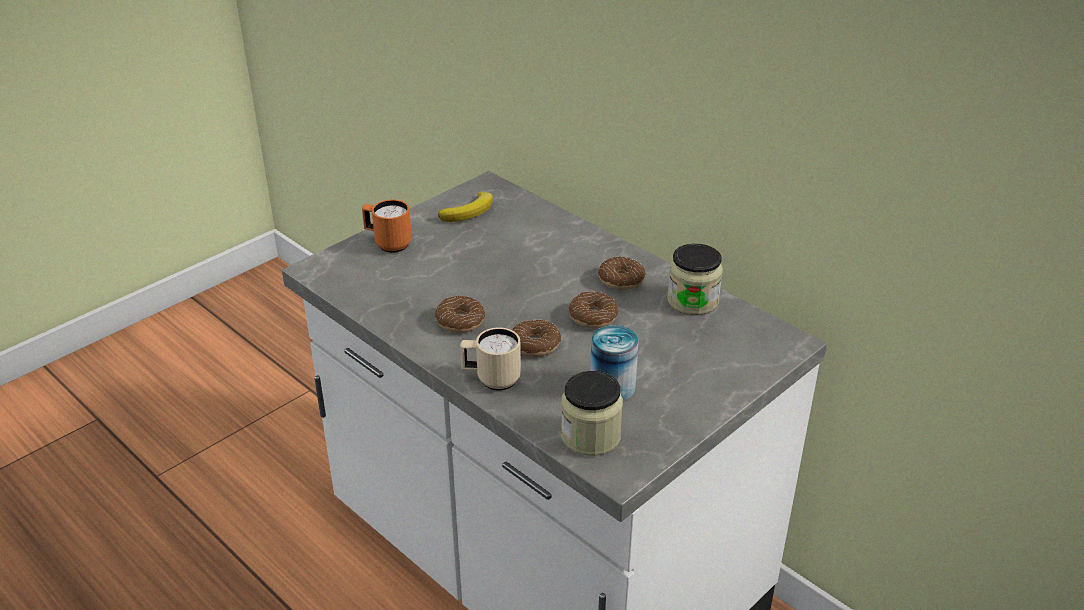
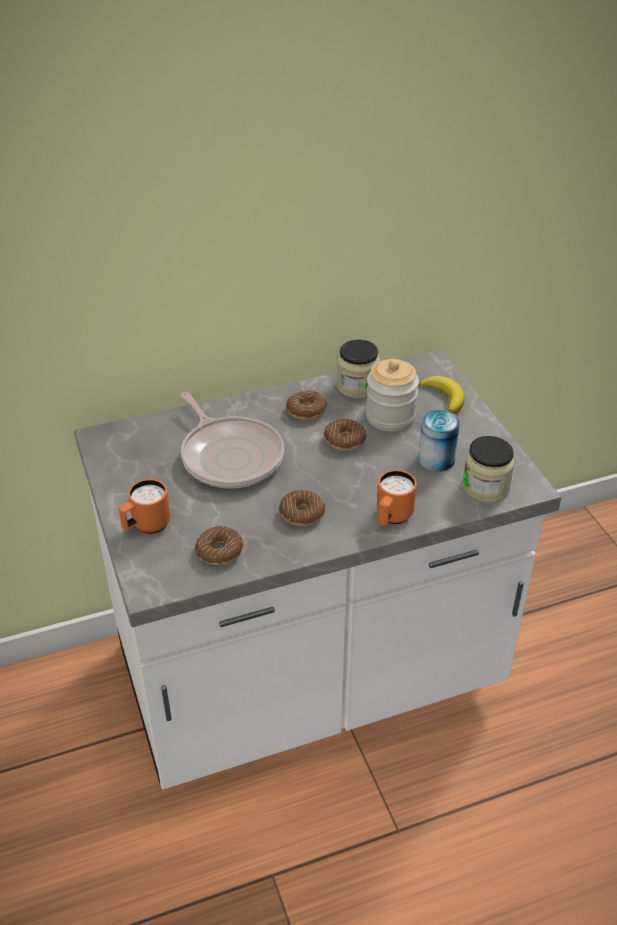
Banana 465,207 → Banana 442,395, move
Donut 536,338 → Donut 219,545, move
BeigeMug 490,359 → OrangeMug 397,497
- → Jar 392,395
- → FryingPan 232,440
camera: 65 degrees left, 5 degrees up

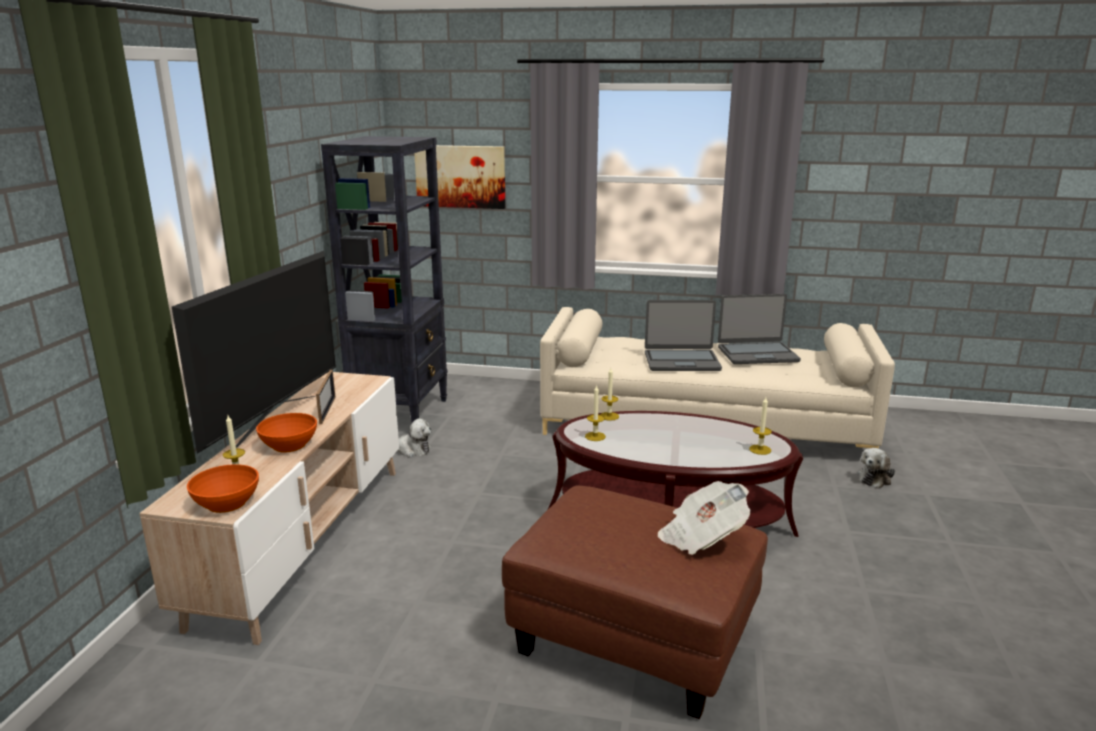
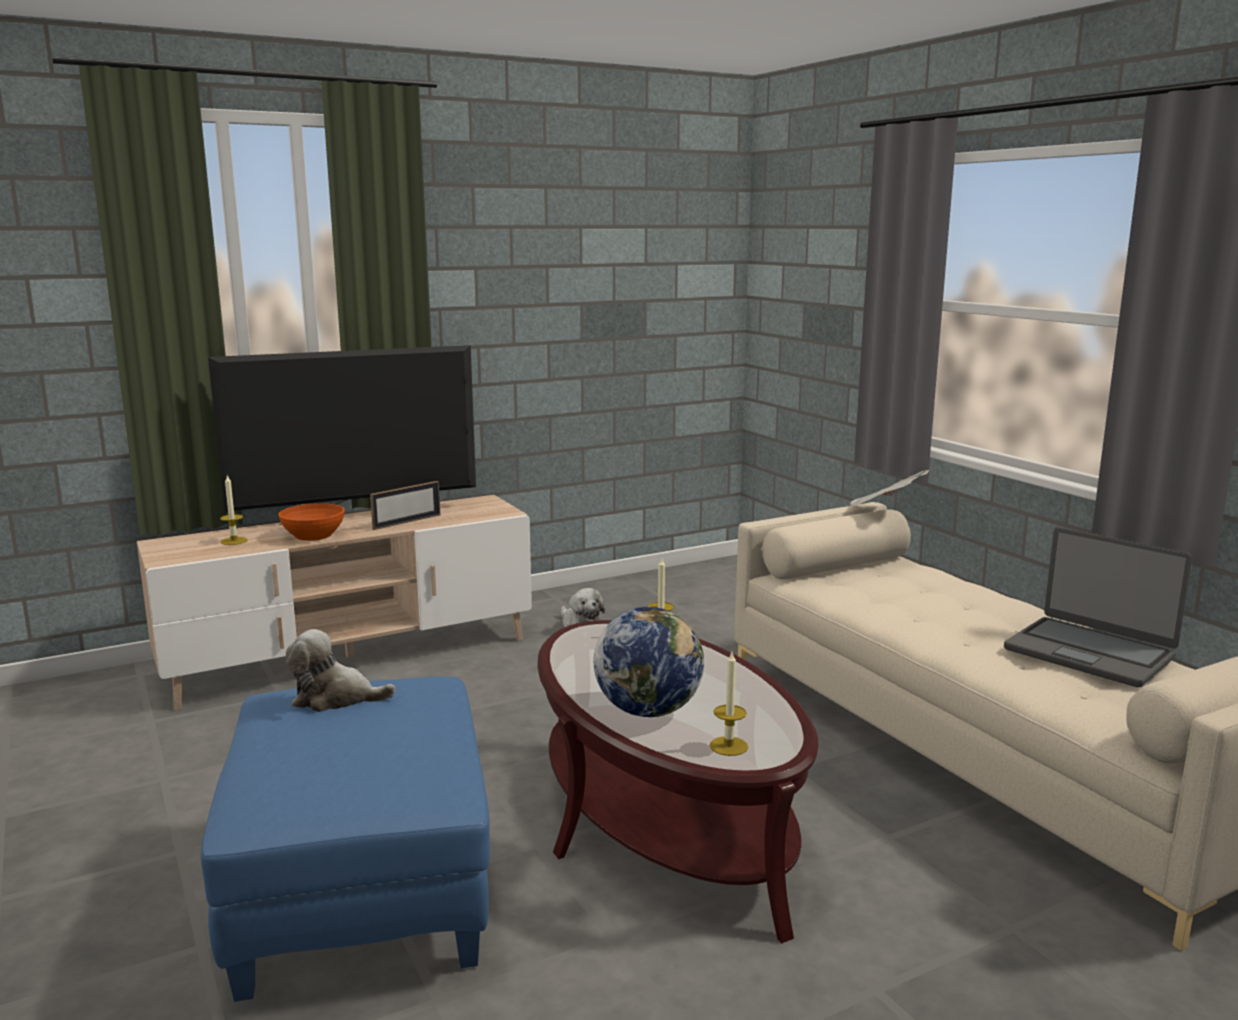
BlackBookcase 384,279 → -
Picture 460,177 → -
Laptop 683,335 → -
Candle 595,413 → -
PlushToy 876,468 → PlushToy 340,670, move
OrangeBowl 223,488 → -
Newspaper 704,518 → Newspaper 890,488, move
BrownOttoman 635,602 → BlueOttoman 345,839
- → Globe 649,662
camera: 50 degrees right, 5 degrees down

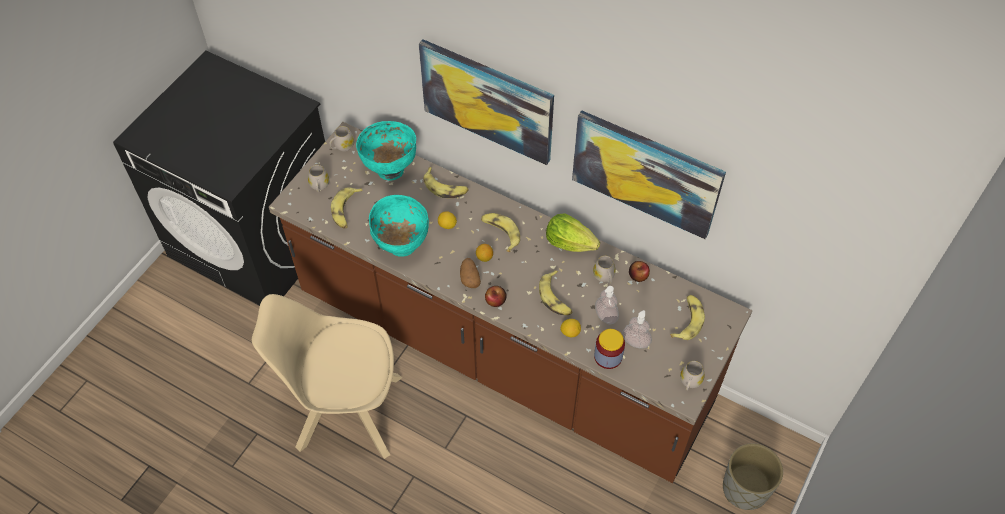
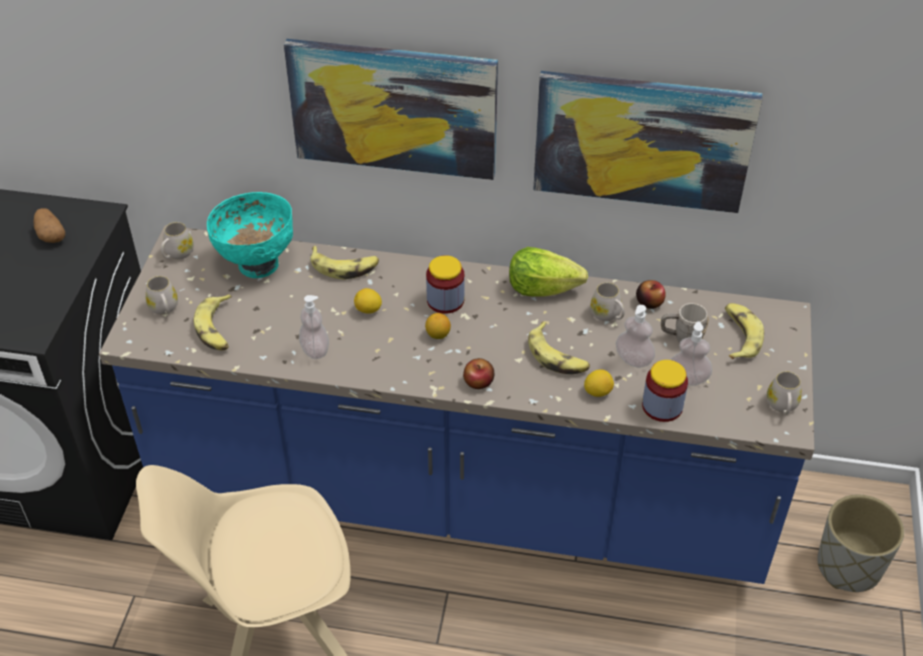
BrownCounter 510,302 → BlueCounter 456,404
TurquoiseBowl 399,226 → SoapDispenser 314,327
Banana 500,232 → Jar 445,284
Potato 470,273 → Potato 49,225, move
- → GreyMug 685,323
camera: 20 degrees left, 10 degrees down

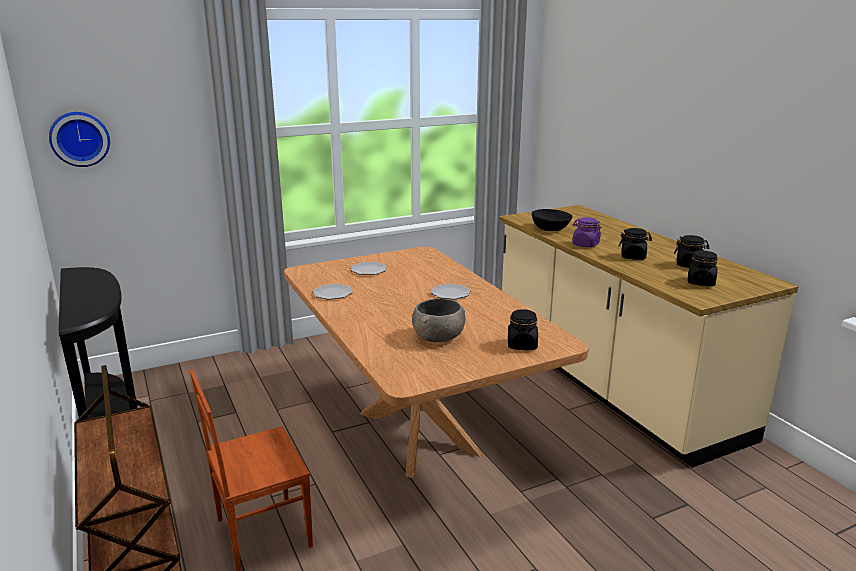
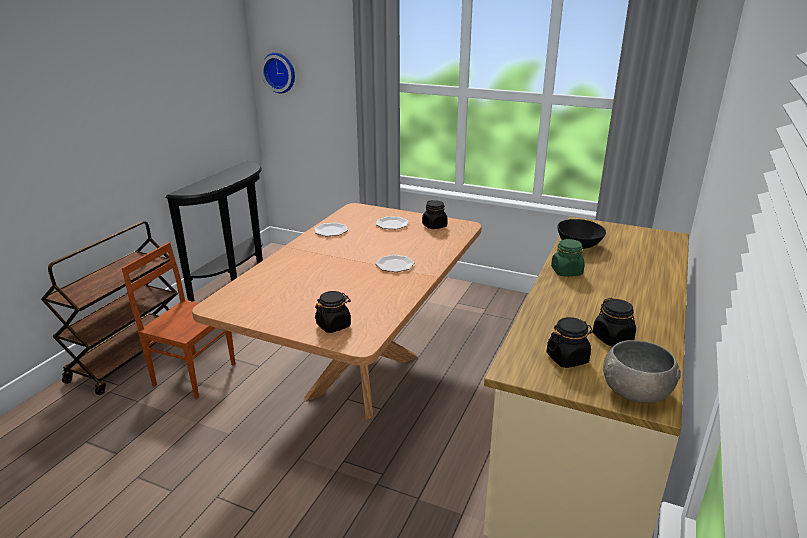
PurpleJar 586,232 → GreenJar 568,257
BlackJar 635,244 → BlackJar 435,214, move
GreyBowl 438,320 → GreyBowl 642,371, move
camera: 50 degrees right, 5 degrees up

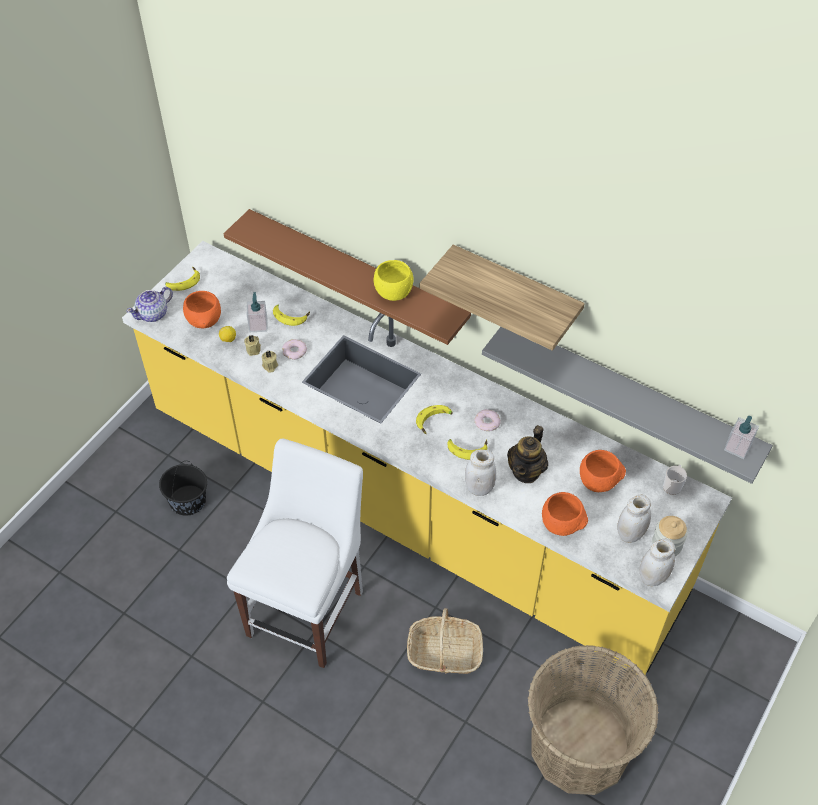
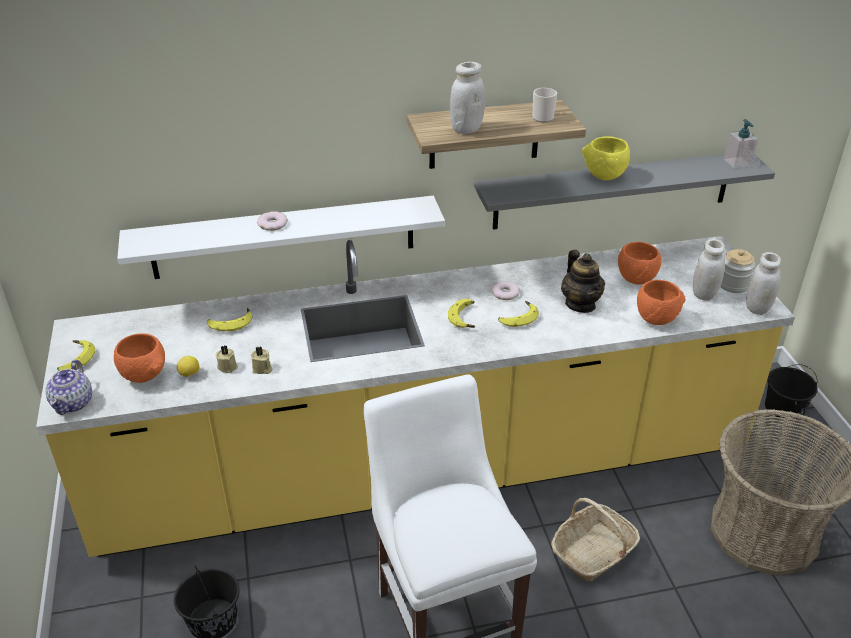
BrownShelf 347,277 → WhiteShelf 281,237
YellowBowl 394,280 → YellowBowl 606,158, move
SoapDispenser 257,312 → -
Donut 294,349 → Donut 272,221, move
WhiteJar 480,473 → WhiteJar 467,98, move
Mug 675,480 → Mug 545,105, move
- → BlackBucket 791,392
camera: 45 degrees left, 15 degrees down

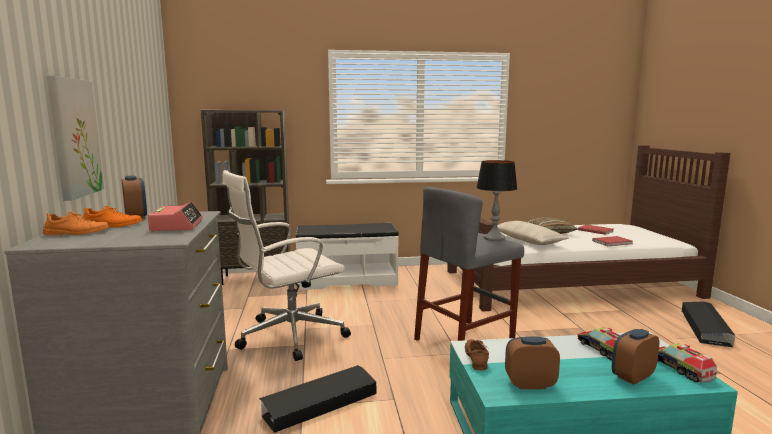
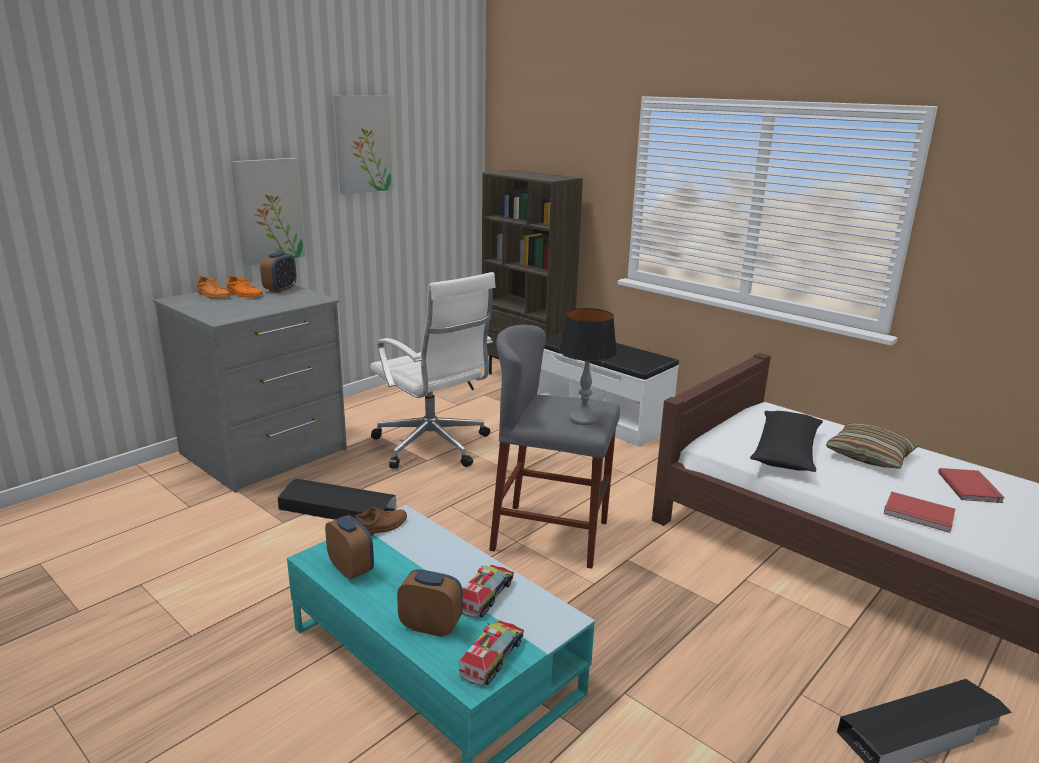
WhiteOfficeChair 286,265 → WhiteOfficeChair 433,370, 150 degrees counterclockwise
AlarmClock 175,216 → -
BeigePillow 533,233 → BlackPillow 786,441
- → Picture 363,145
camera: 50 degrees right, 10 degrees up

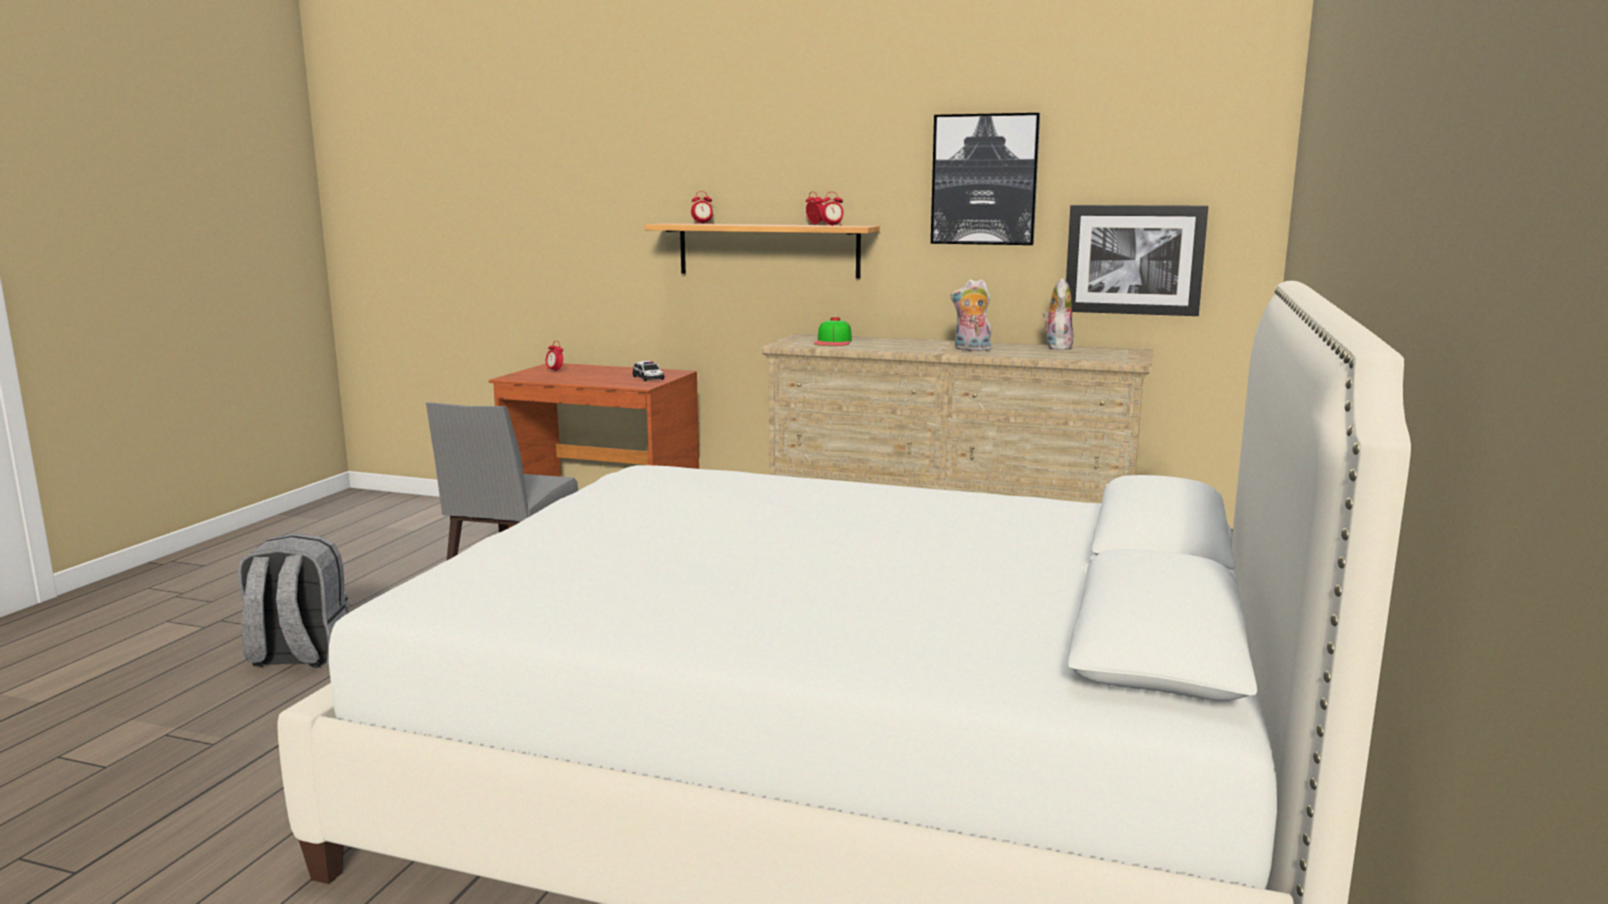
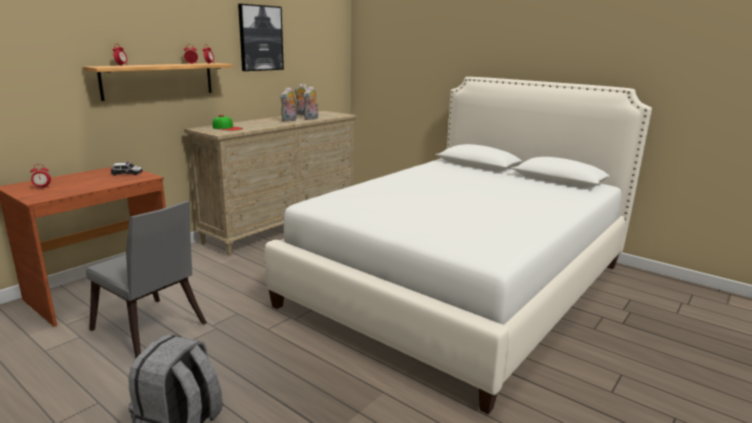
Picture 1137,260 → -
- → PlushToy 310,103
camera: 70 degrees left, 5 degrees up

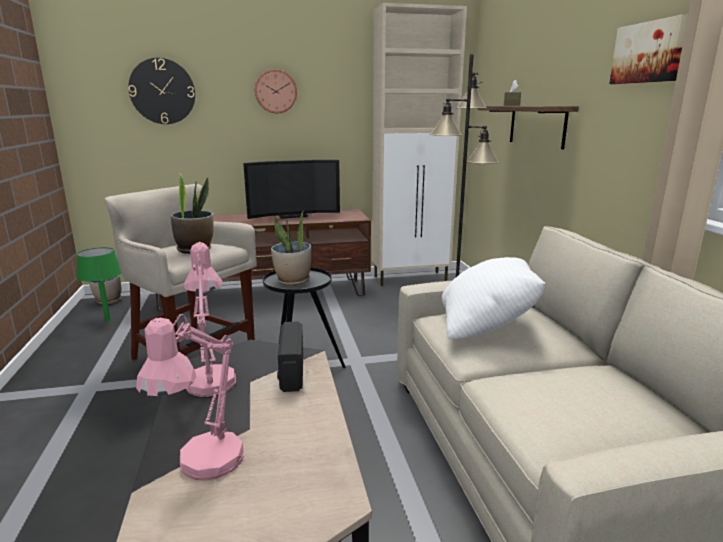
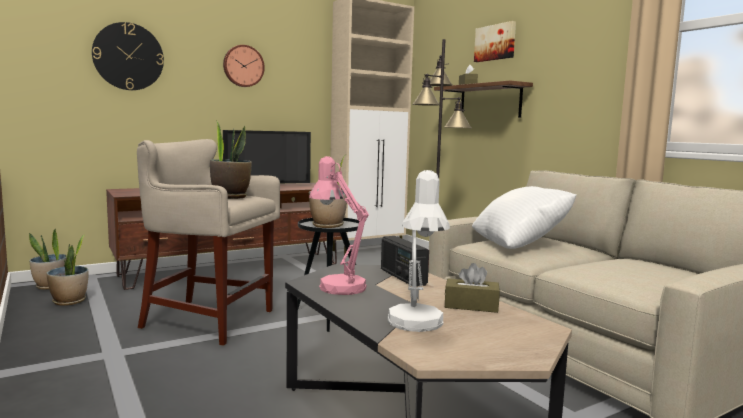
Picture 648,49 → Picture 495,41, move
GreenTableLamp 99,284 → PottedPlant 67,270
PinkTableLamp 190,397 → WhiteTableLamp 419,251
- → BrownTissueBox 472,288
camera: 20 degrees left, 10 degrees down

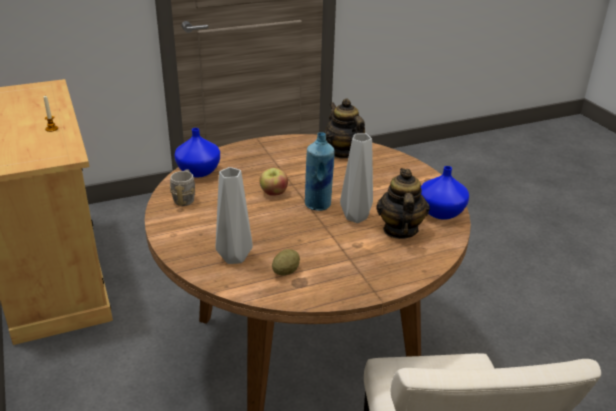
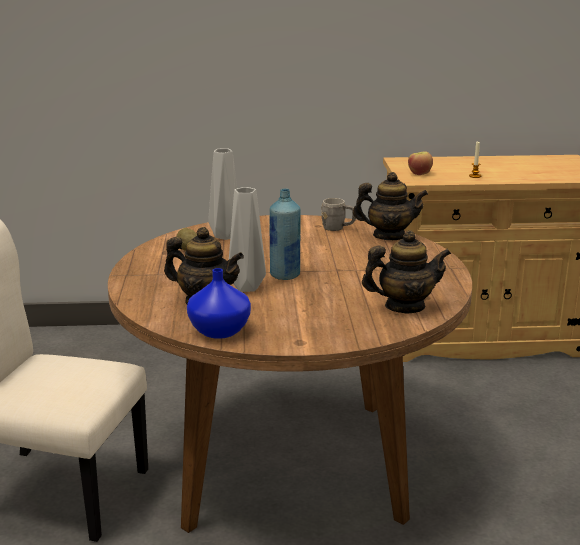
BlueVase 197,152 → Teapot 390,206
Apple 273,182 → Apple 420,163, move
camera: 110 degrees right, 10 degrees down

